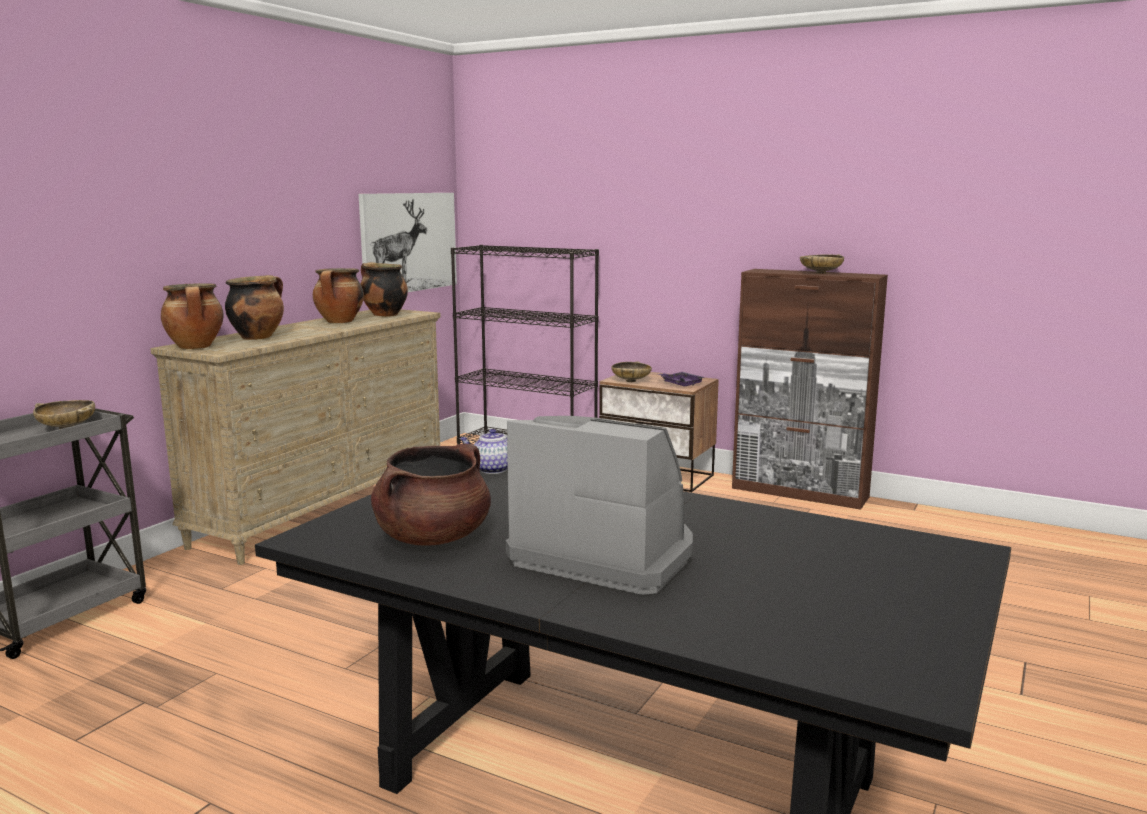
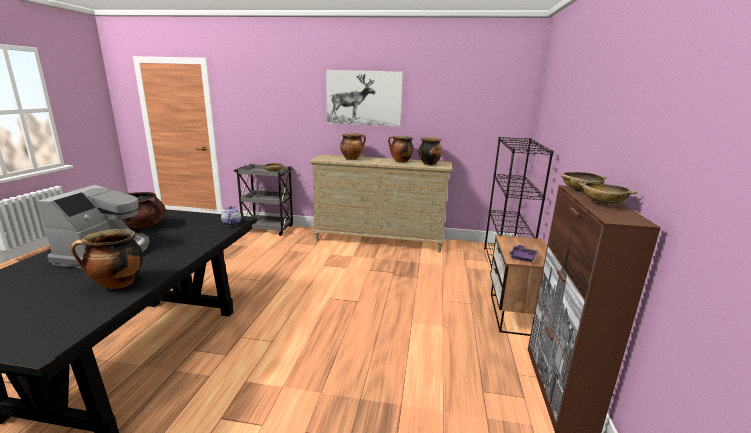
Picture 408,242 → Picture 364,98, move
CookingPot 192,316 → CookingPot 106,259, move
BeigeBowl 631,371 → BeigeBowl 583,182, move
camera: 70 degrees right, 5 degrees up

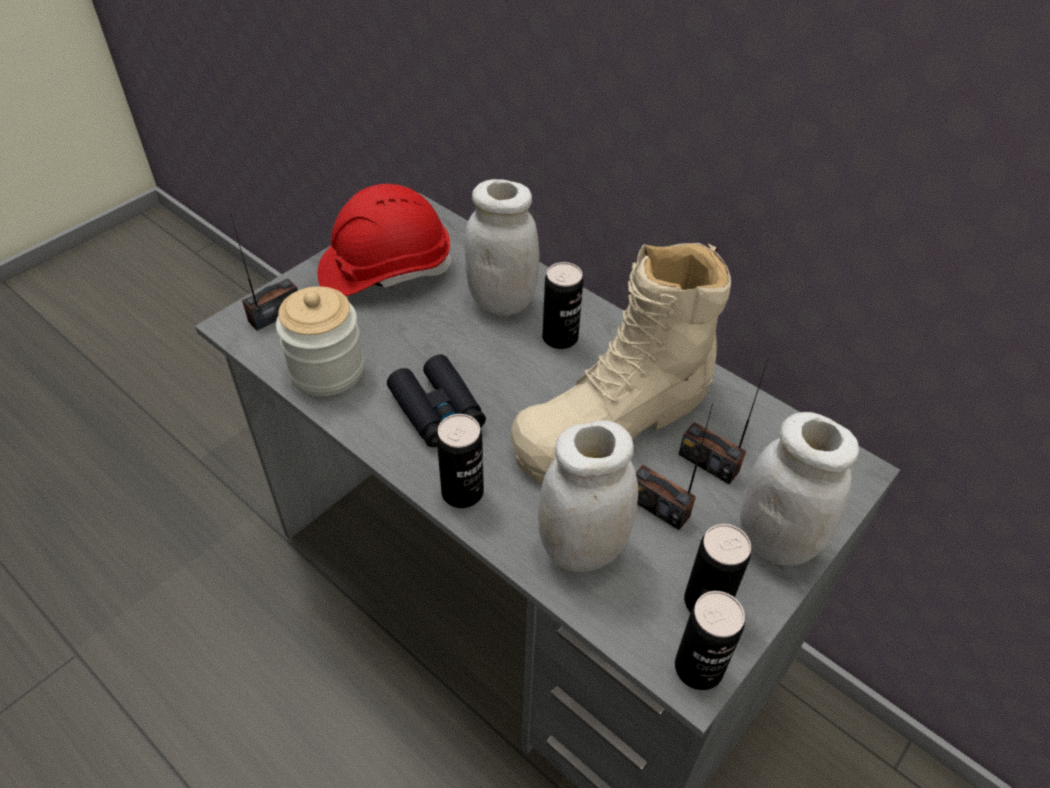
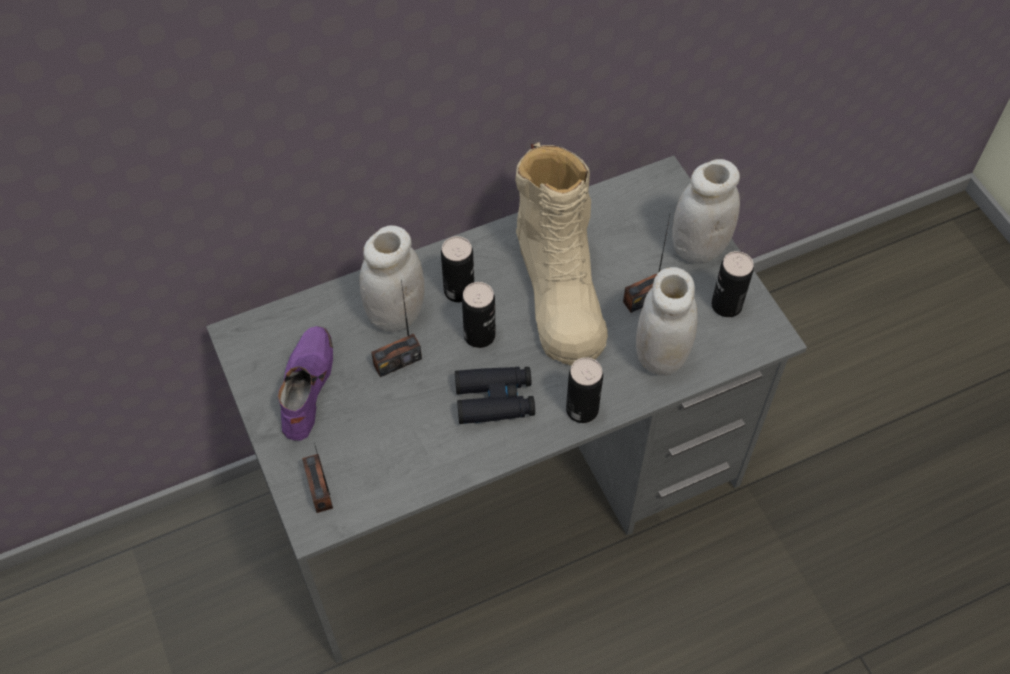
RedHardHat 384,240 → PurpleShoe 305,383
Jar 320,341 → -
Radio 723,420 → Radio 396,328, move
Can 710,640 → Can 478,315, move
camera: 65 degrees left, 10 degrees up

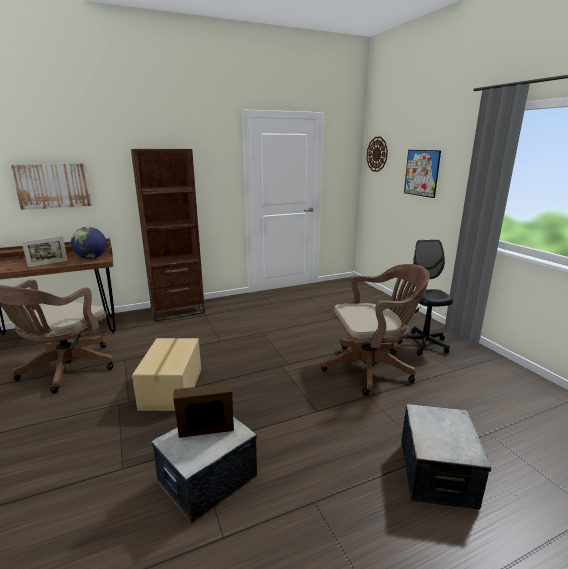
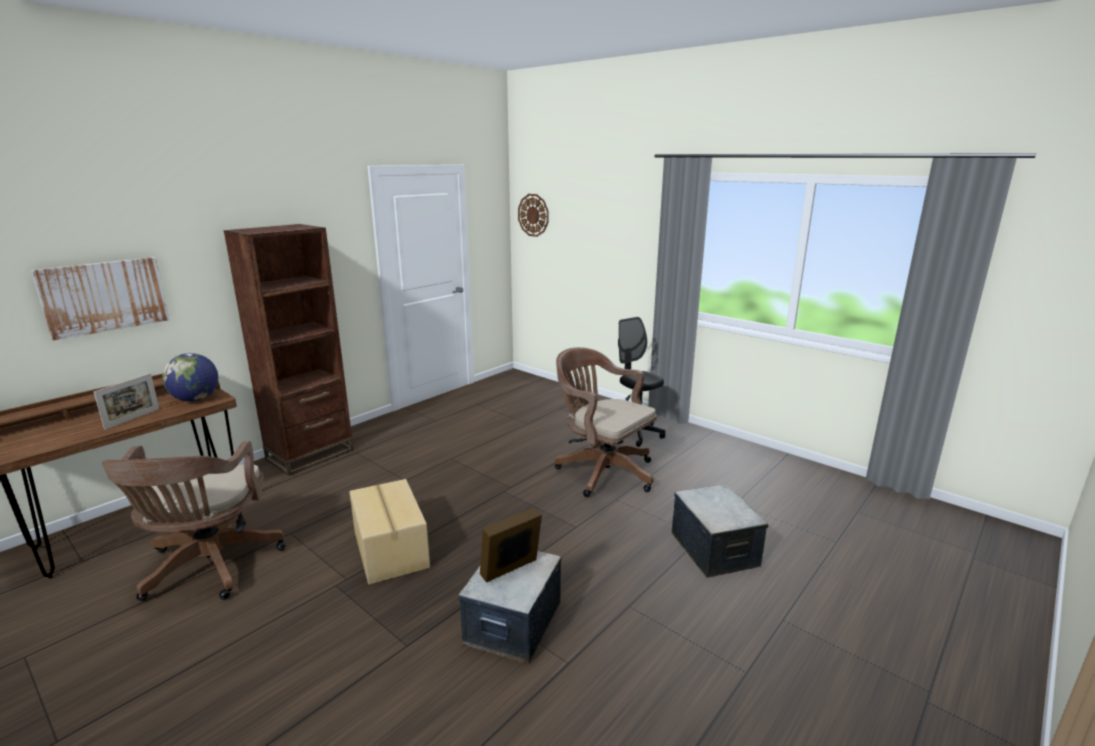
Picture 422,174 → -
BrownOfficeChair 375,330 → BrownOfficeChair 606,422, 105 degrees counterclockwise
camera: 25 degrees left, 0 degrees up

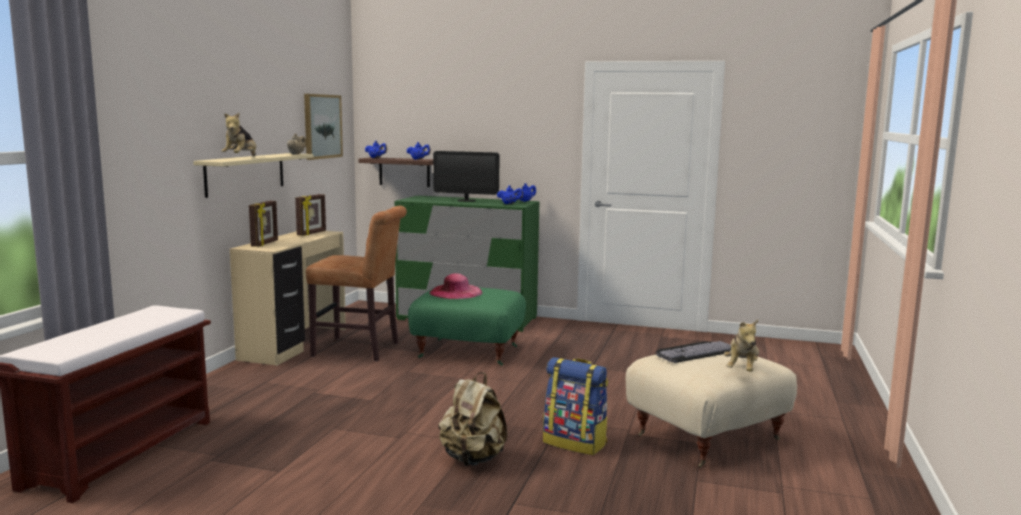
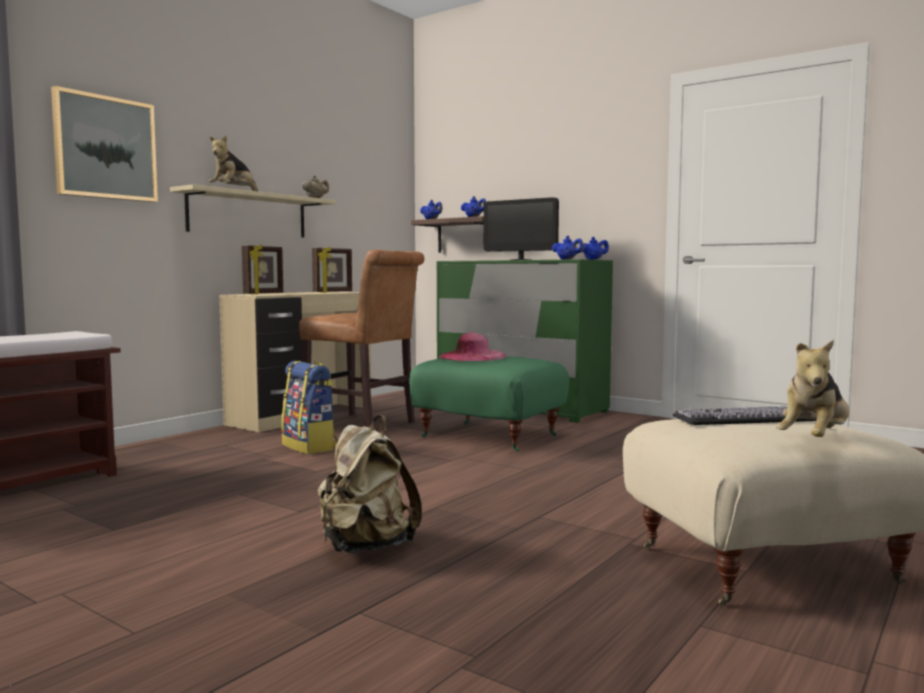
Picture 323,127 → Picture 104,144, move
Backpack 575,406 → Backpack 309,407, move
camera: 20 degrees right, 5 degrees down

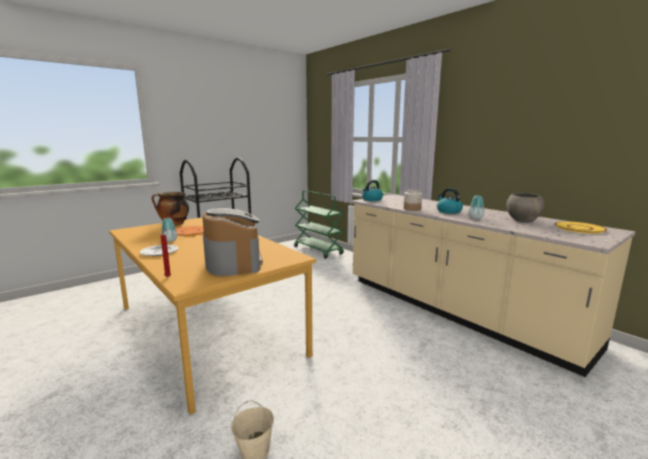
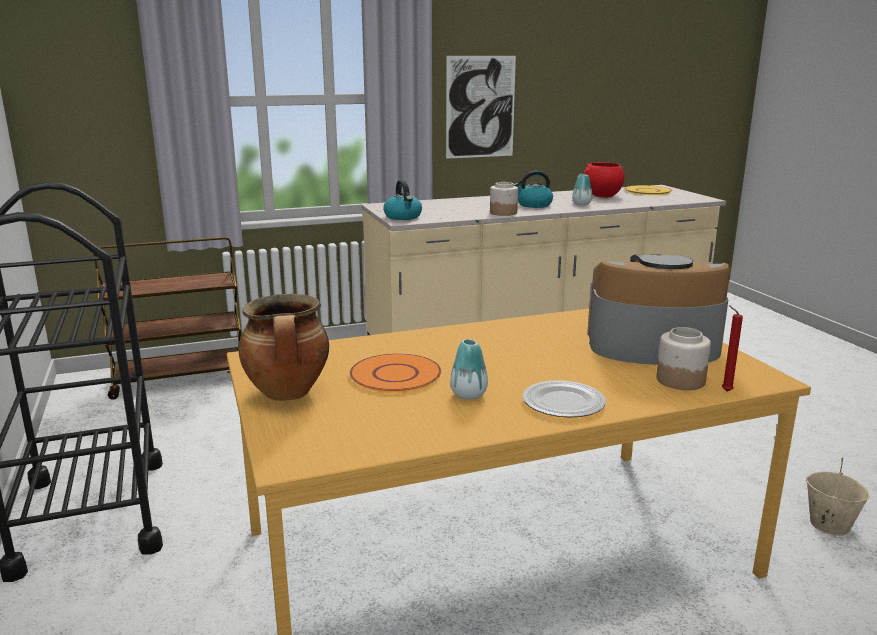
GreenCart 319,224 → BrownCart 167,318
GreyBowl 525,207 → RedBowl 604,179
- → Picture 481,107
- → Jar 684,358
camera: 70 degrees left, 5 degrees up

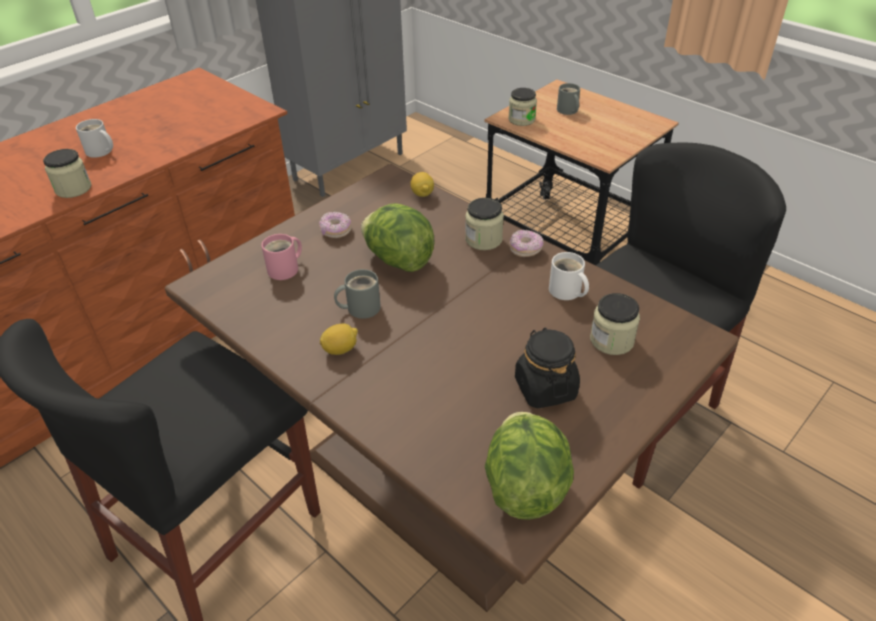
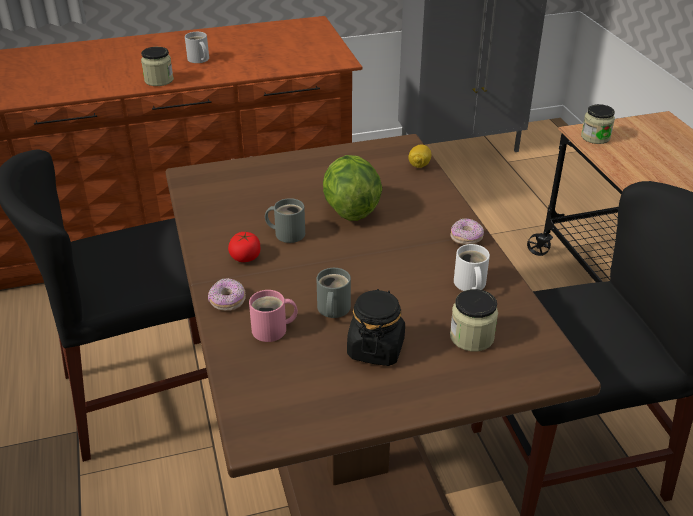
GreyMug 568,99 → GreyMug 334,293, move
Jar 484,224 → -
Donut 335,225 → Donut 227,294, move
PinkMug 282,257 → PinkMug 273,316, move
Lemon 339,339 → Tomato 244,247
Lettuce 529,466 → -
camera: 30 degrees right, 5 degrees down

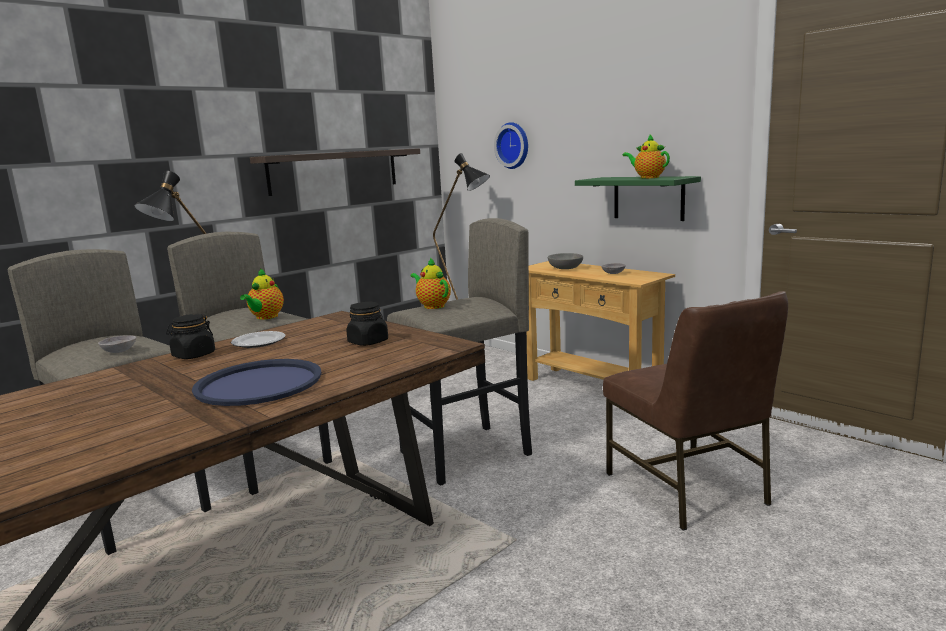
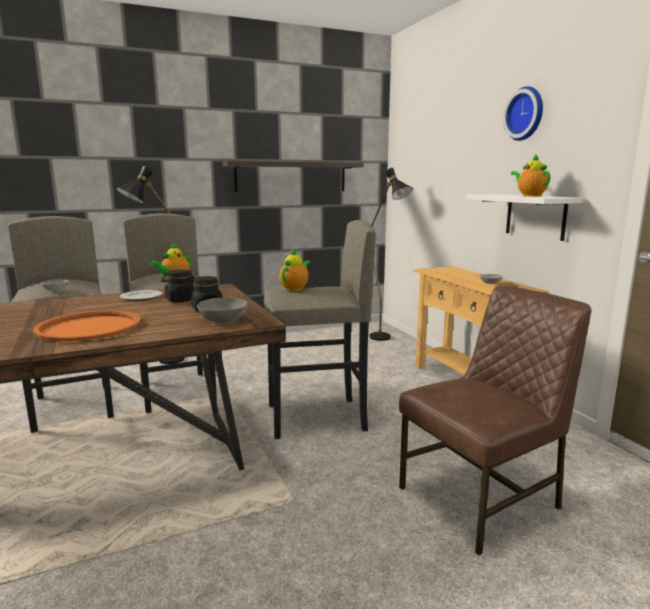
WallClock 511,145 → WallClock 523,113, move
GreenShelf 638,198 → WhiteShelf 524,217
GreyBowl 565,261 → GreyBowl 222,310, move
Teapot 430,283 → Teapot 294,270, 45 degrees clockwise
BrownChair 695,411 → BrownChair 495,420, 120 degrees counterclockwise
BlackJar 190,336 → BlackJar 178,285, move
BlueTray 257,382 → OrangeTray 87,326
camera: 20 degrees right, 0 degrees up

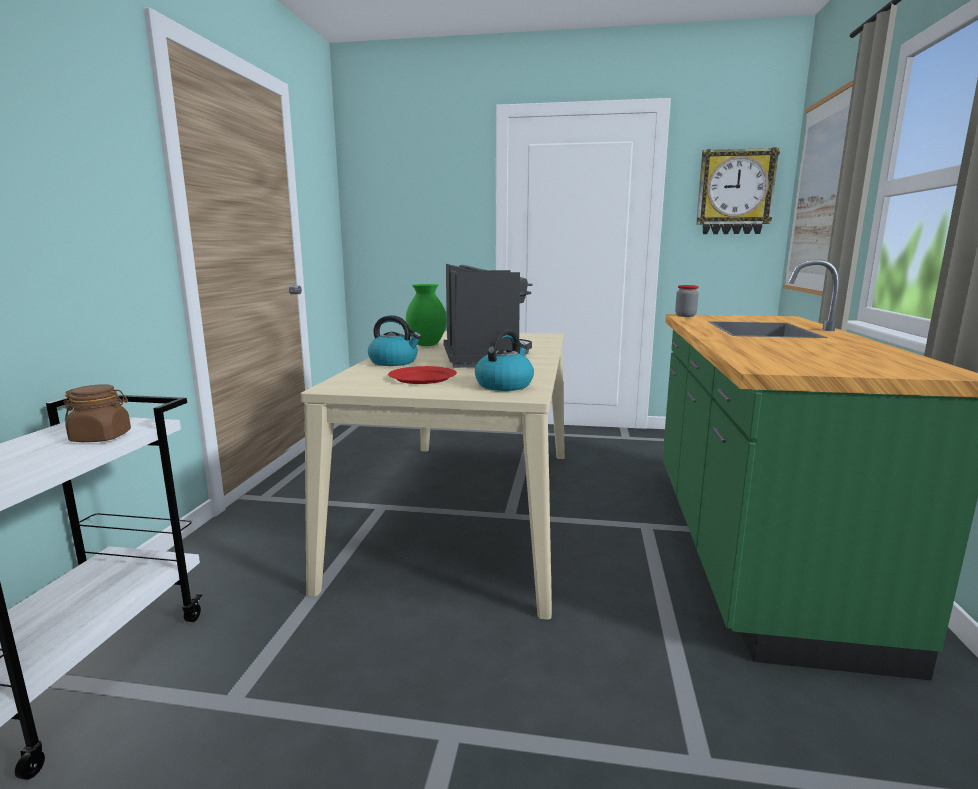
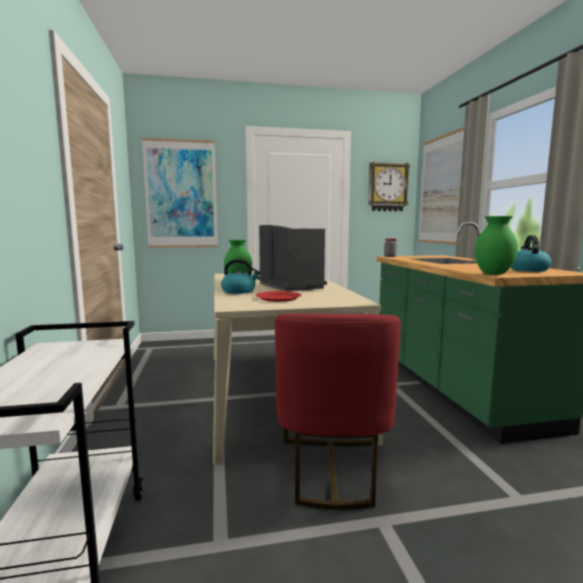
Kettle 504,360 → Kettle 531,253, move
BrownJar 97,413 → -
- → Picture 180,193
- → GreenVase 496,245
- → RedChair 338,411
camera: 20 degrees left, 5 degrees down

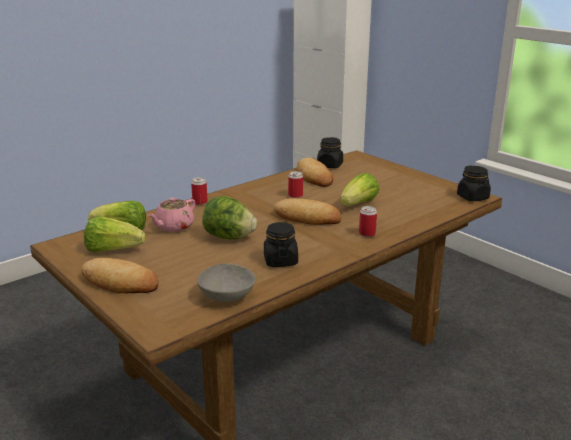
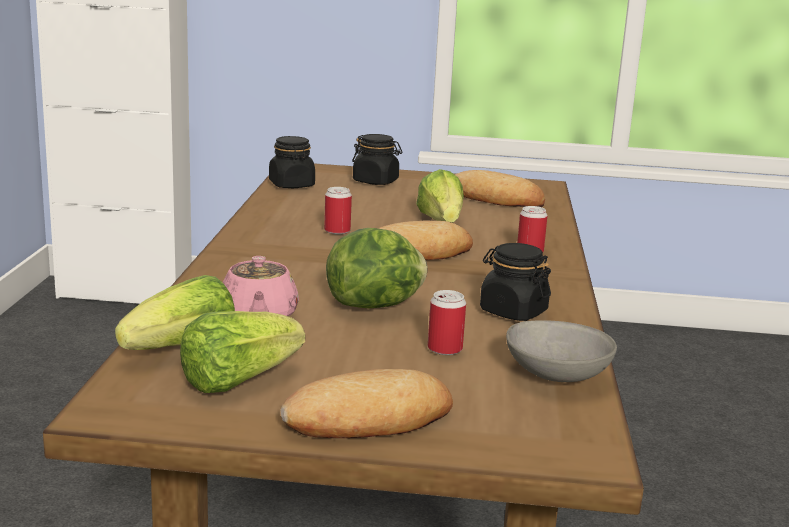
Bread 315,172 → Bread 500,188, move
BlackJar 474,183 → BlackJar 377,159, move
Can 199,191 → Can 447,322, move
camera: 45 degrees left, 5 degrees down

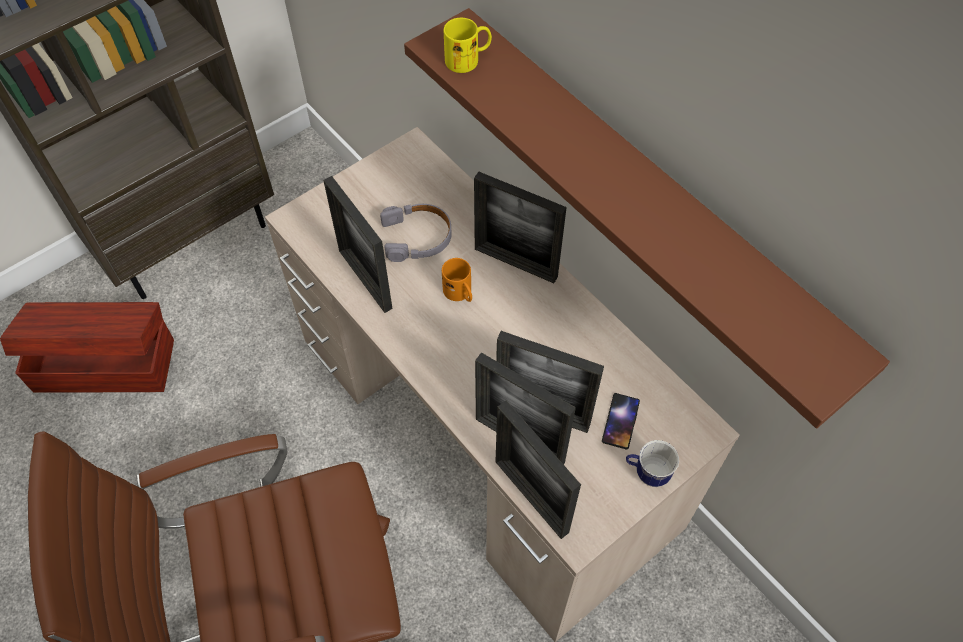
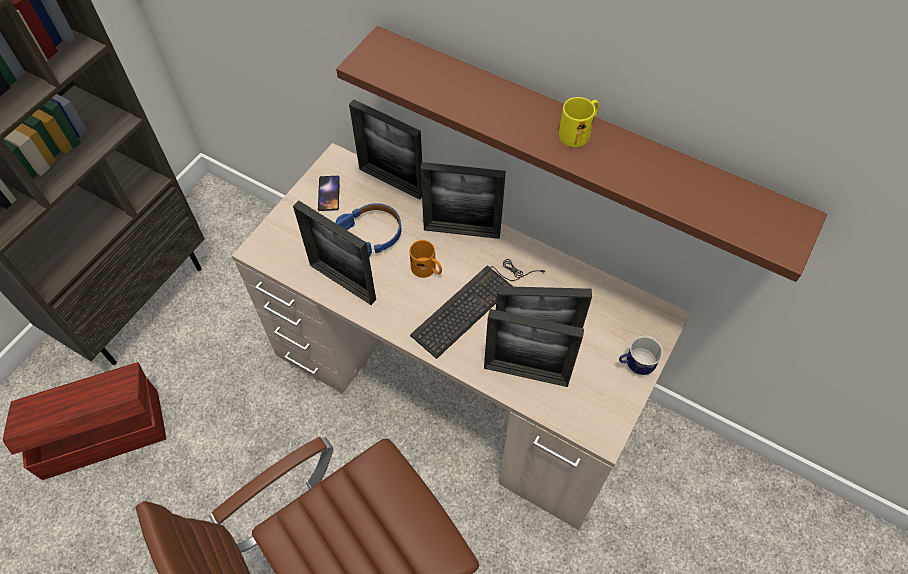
YellowMug 468,45 → YellowMug 579,122, move
GreyHeadphones 416,233 → BlueHeadphones 368,230
Phone 621,421 → Phone 329,193, move
PictureFrame 538,470 → PictureFrame 385,149, move
- → Keyboard 477,309
camera: 20 degrees left, 0 degrees up

